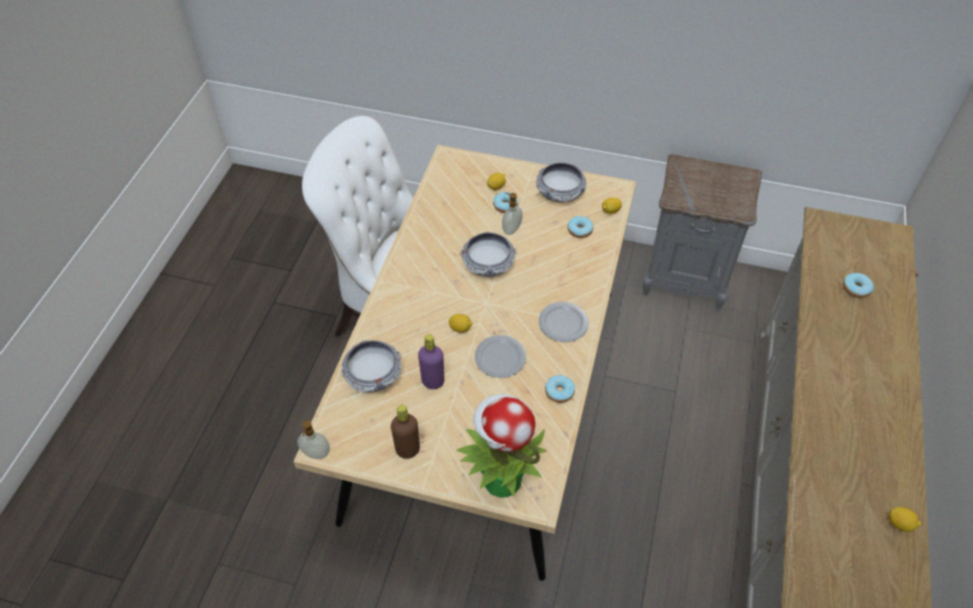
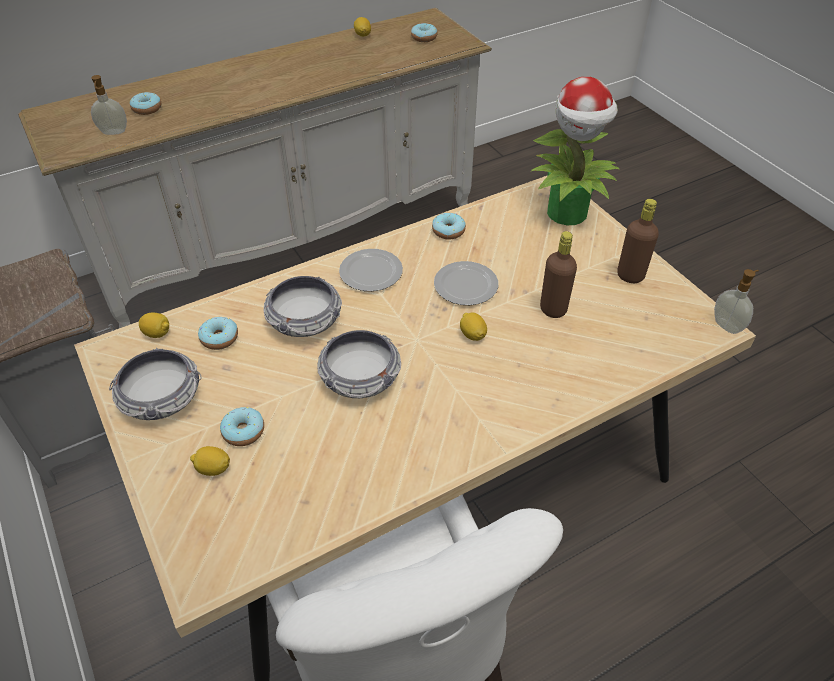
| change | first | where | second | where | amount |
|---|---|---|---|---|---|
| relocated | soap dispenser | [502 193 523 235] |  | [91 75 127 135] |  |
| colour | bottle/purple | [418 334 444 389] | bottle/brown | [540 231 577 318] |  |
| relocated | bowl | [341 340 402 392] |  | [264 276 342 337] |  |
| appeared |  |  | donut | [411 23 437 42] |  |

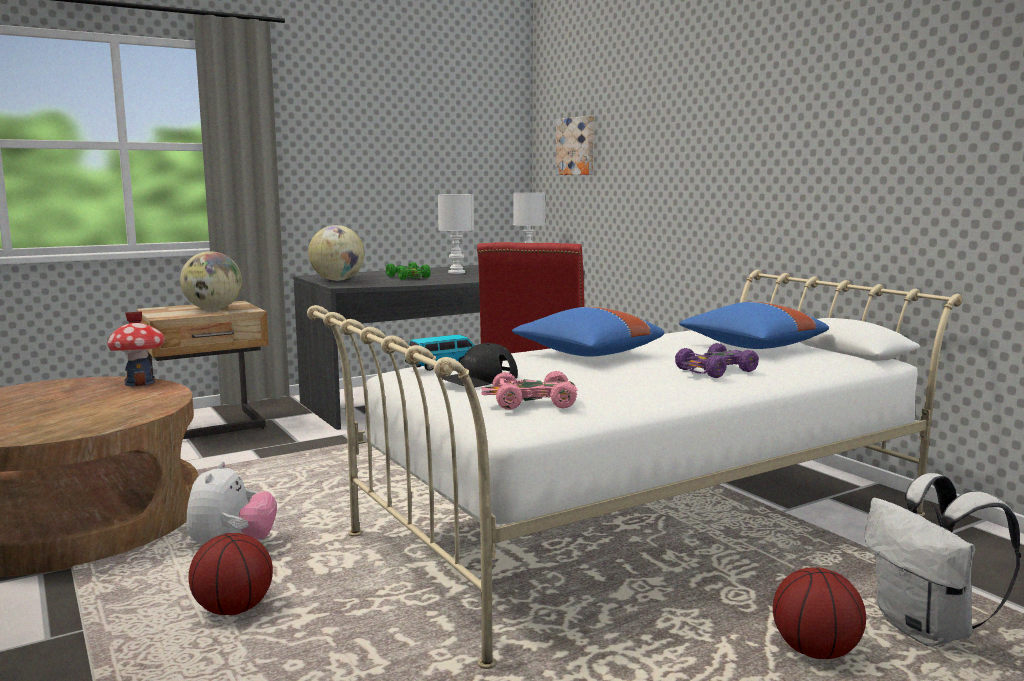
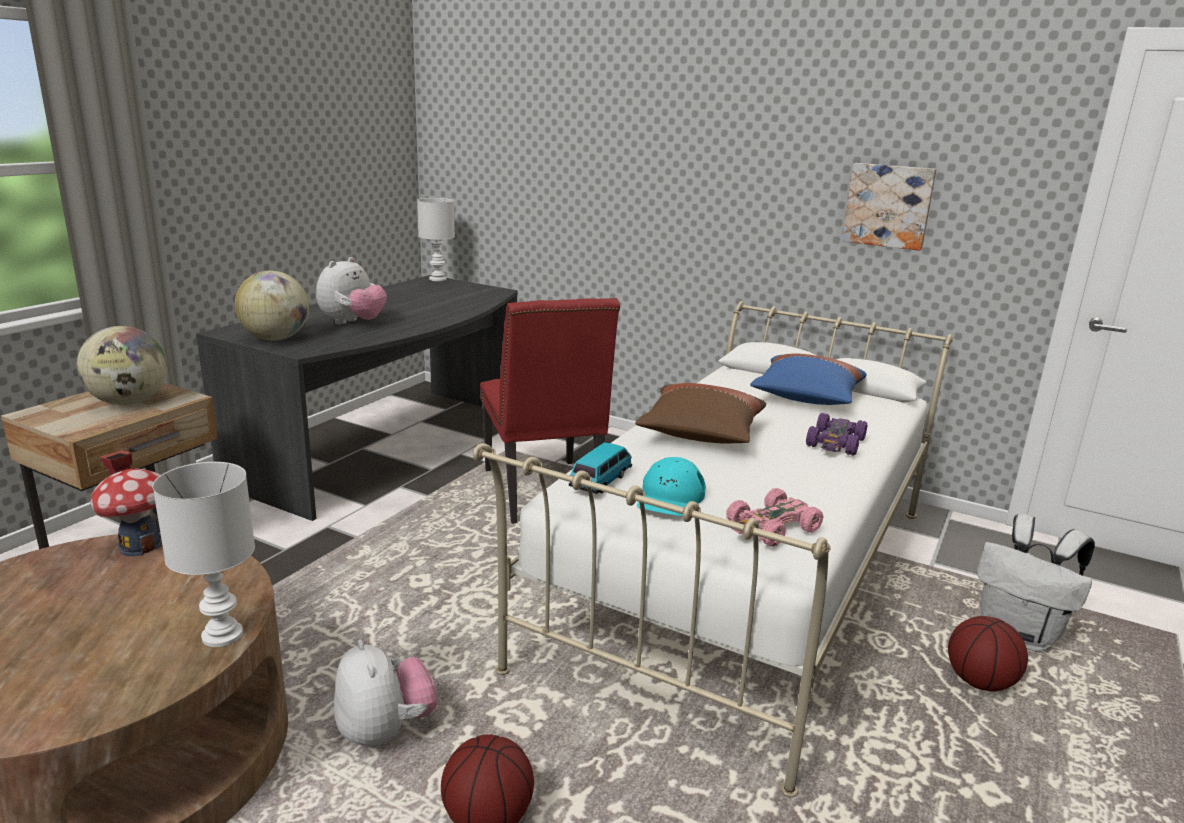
| change | first | where | second | where | amount |
|---|---|---|---|---|---|
| relocated | picture | [556 116 594 175] |  | [842 163 937 251] |  |
| relocated | table lamp/white | [438 194 474 274] |  | [152 462 255 647] |  |
| exchanged | toy car/green | [386 262 431 279] | plush toy | [316 257 387 325] |  |
| colour | pillow/blue | [512 307 665 356] | pillow/brown | [635 383 766 443] |  |
| colour | cap/black | [442 343 518 388] | cap/turquoise | [637 457 706 517] |  |

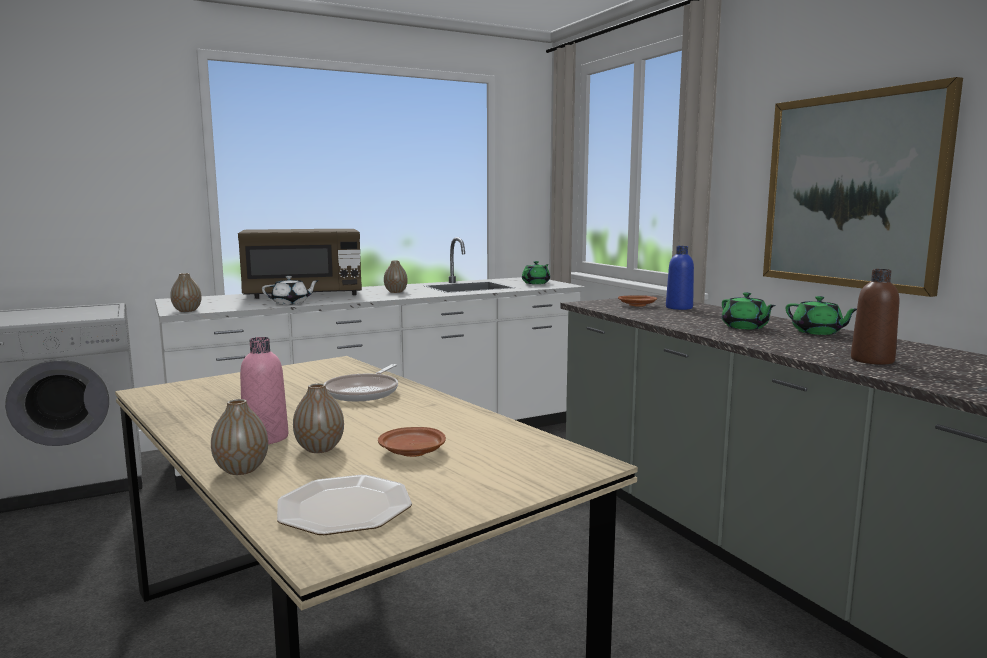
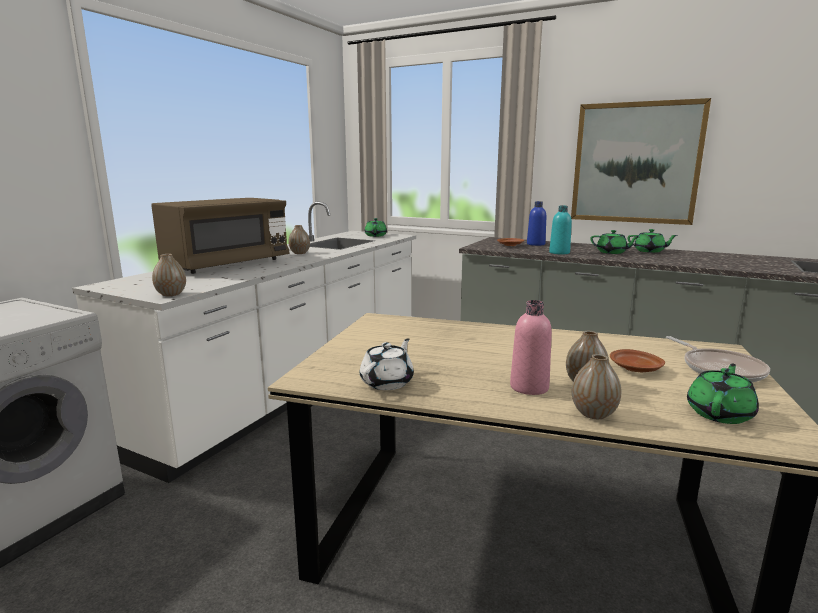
| change | first | where | second | where | amount |
|---|---|---|---|---|---|
| missing | bottle/brown | [851 269 899 365] |  |  |  |
| relocated | teapot/white | [262 276 319 305] |  | [360 338 414 390] |  |
| relocated | frying pan | [324 364 398 401] |  | [666 336 770 383] |  |
| exchanged | plate | [277 475 412 535] | teapot/green | [687 363 759 424] |  |
| appeared |  |  | bottle/turquoise | [549 205 572 255] |  |

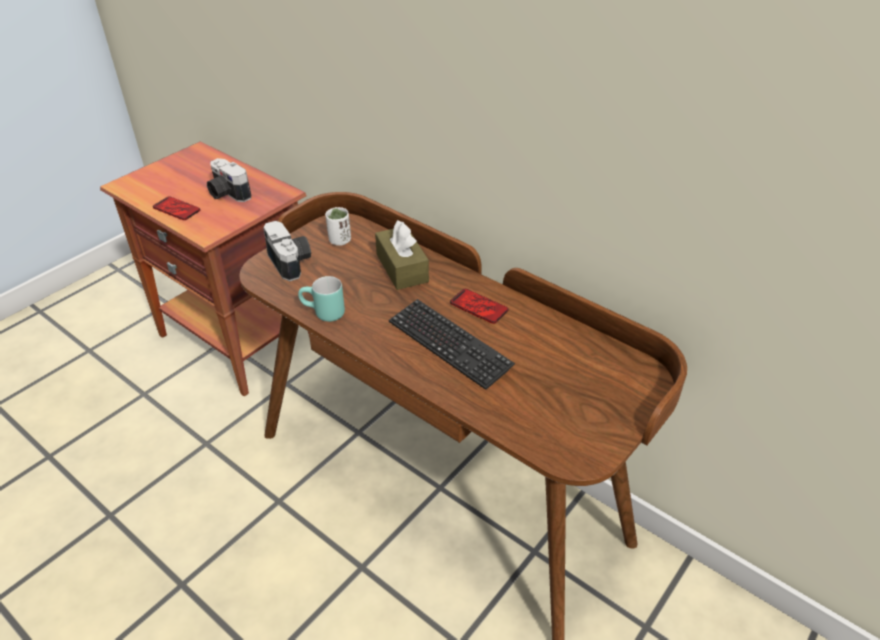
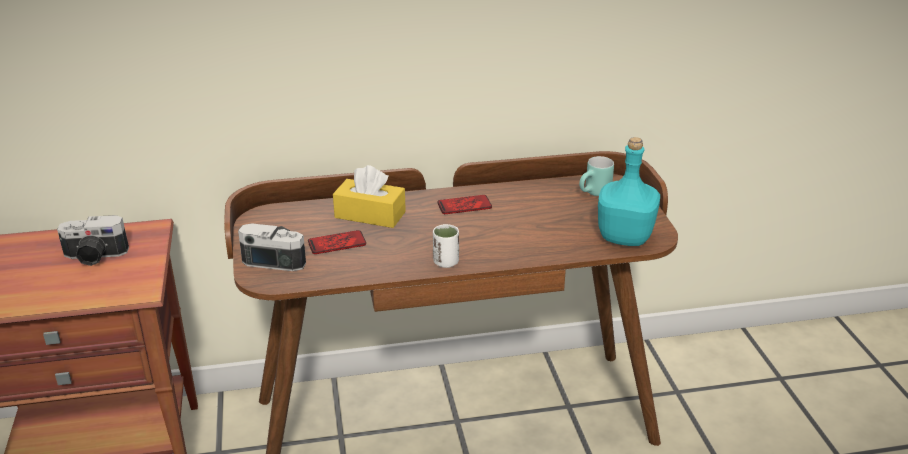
| change | first | where | second | where | amount |
|---|---|---|---|---|---|
| relocated | phone | [153 196 200 220] |  | [308 230 366 254] |  |
| relocated | cup/white | [325 207 351 246] |  | [433 224 459 268] |  |
| colour | tissue box/brown | [375 220 429 290] | tissue box/yellow | [333 165 406 228] |  |
| relocated | mug/turquoise | [298 276 345 322] |  | [579 156 614 196] |  |
| missing | keyboard | [389 299 515 390] |  |  |  |
| appeared |  |  | bottle/turquoise | [598 137 660 246] |  |

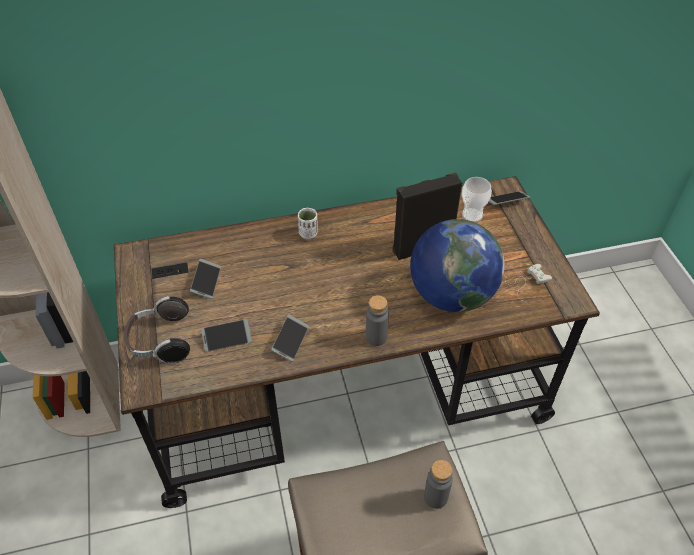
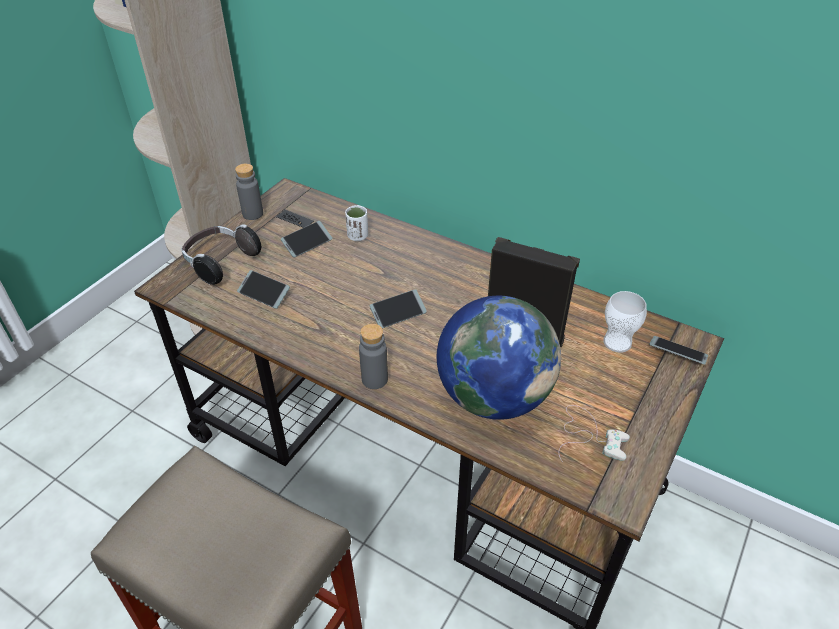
| change | first | where | second | where | amount |
|---|---|---|---|---|---|
| relocated | cup/white | [298 208 318 239] |  | [345 205 368 241] |  |
| relocated | phone | [271 315 309 362] |  | [370 290 427 328] |  |
| relocated | bottle/grey | [424 460 453 509] |  | [235 164 263 220] |  |

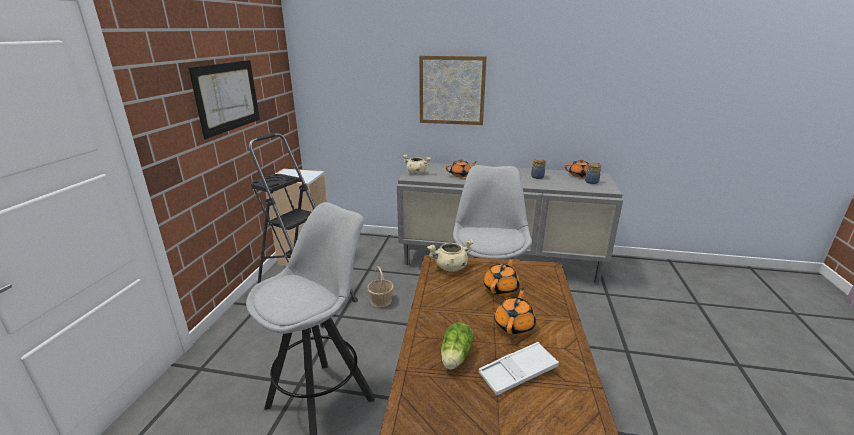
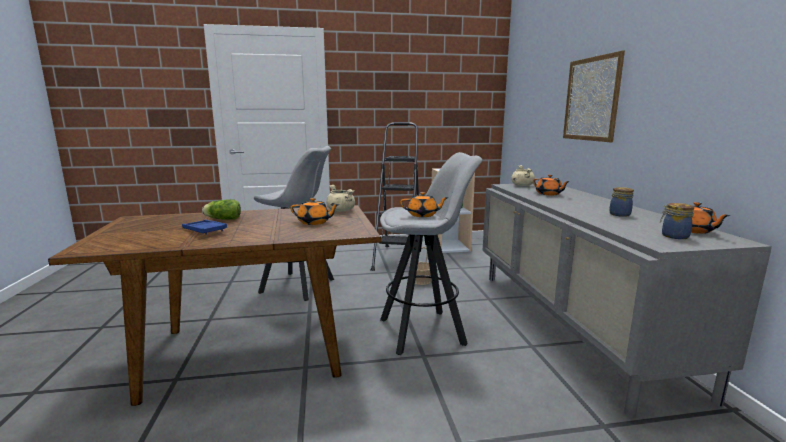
| change | first | where | second | where | amount |
|---|---|---|---|---|---|
| missing | picture | [189 60 260 139] |  |  |  |
| relocated | teapot/orange | [494 287 536 335] |  | [400 192 449 217] |  |
| colour | tray/white | [478 342 559 396] | tray/blue | [182 220 227 235] |  |

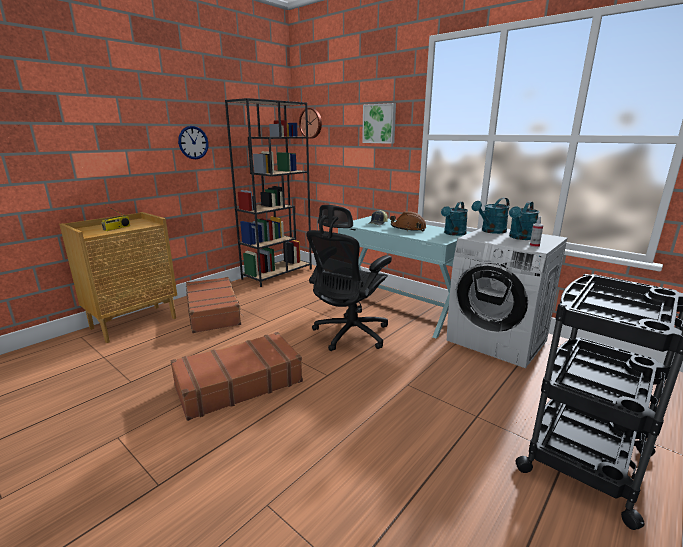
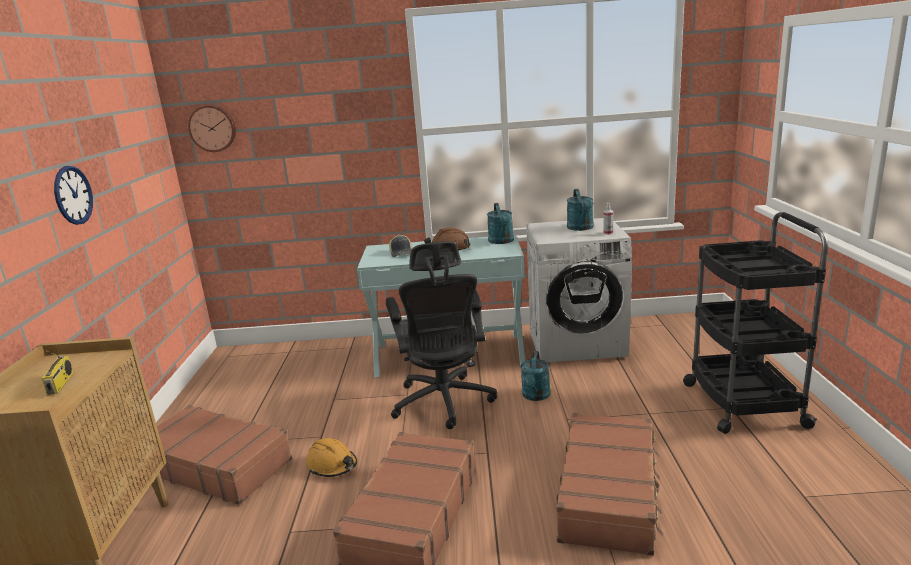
| change | first | where | second | where | amount |
|---|---|---|---|---|---|
| missing | bookcase | [225 98 312 287] |  |  |  |
| missing | picture | [362 103 396 144] |  |  |  |
| relocated | watering can/turquoise | [472 198 509 234] |  | [521 351 551 401] |  |
| appeared |  |  | suitcase/brown | [556 413 663 556] |  |
| appeared |  |  | hard hat/orange | [306 438 357 477] |  |

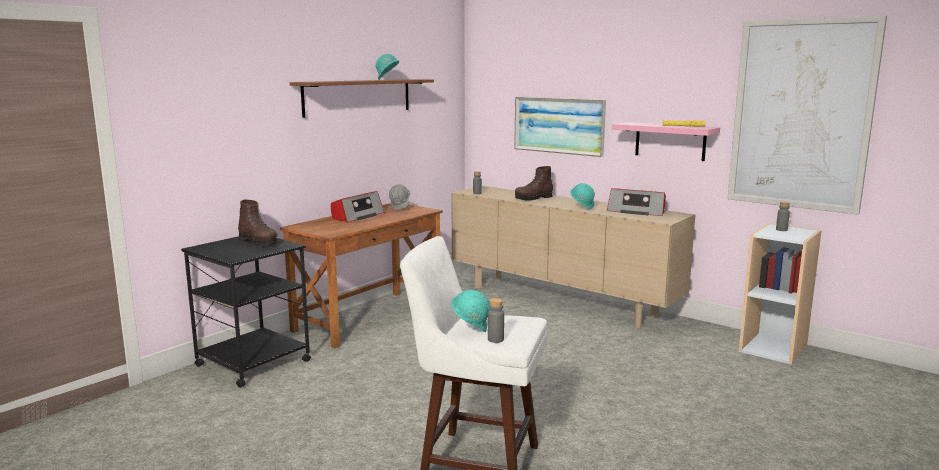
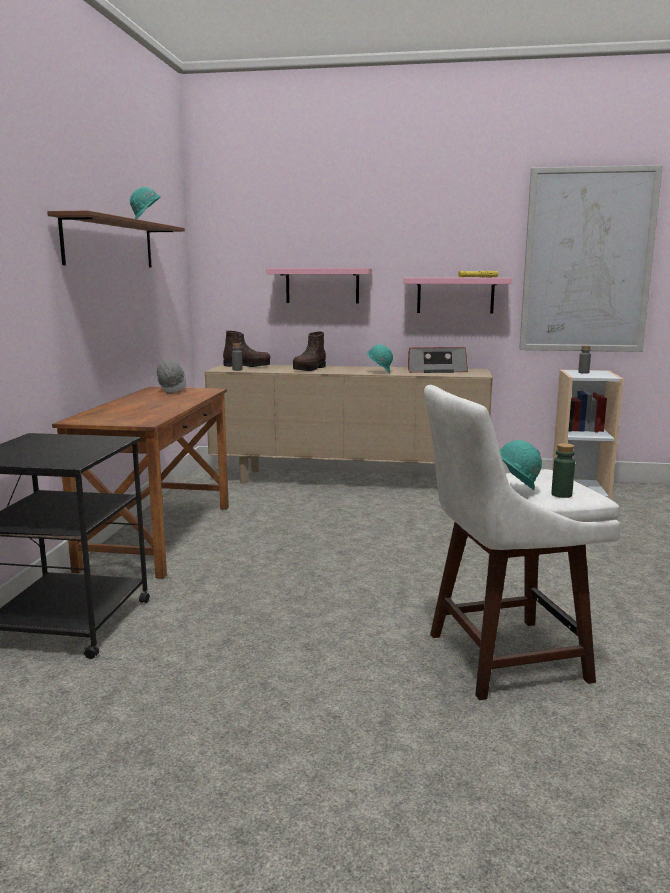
| change | first | where | second | where | amount |
|---|---|---|---|---|---|
| exchanged | picture | [514 97 606 157] | shelf/pink | [266 268 372 303] |  |
| missing | radio | [331 191 384 222] |  |  |  |
| relocated | boot/brown | [238 200 277 245] |  | [223 331 270 367] |  |
| colour | bottle/grey | [488 298 504 343] | bottle/green | [551 443 575 498] |  |

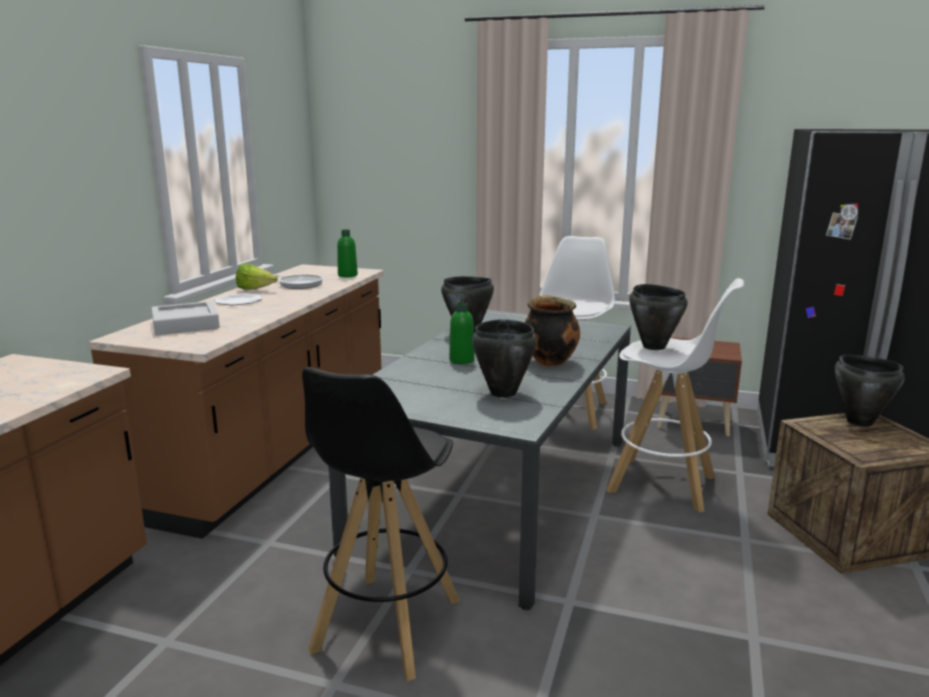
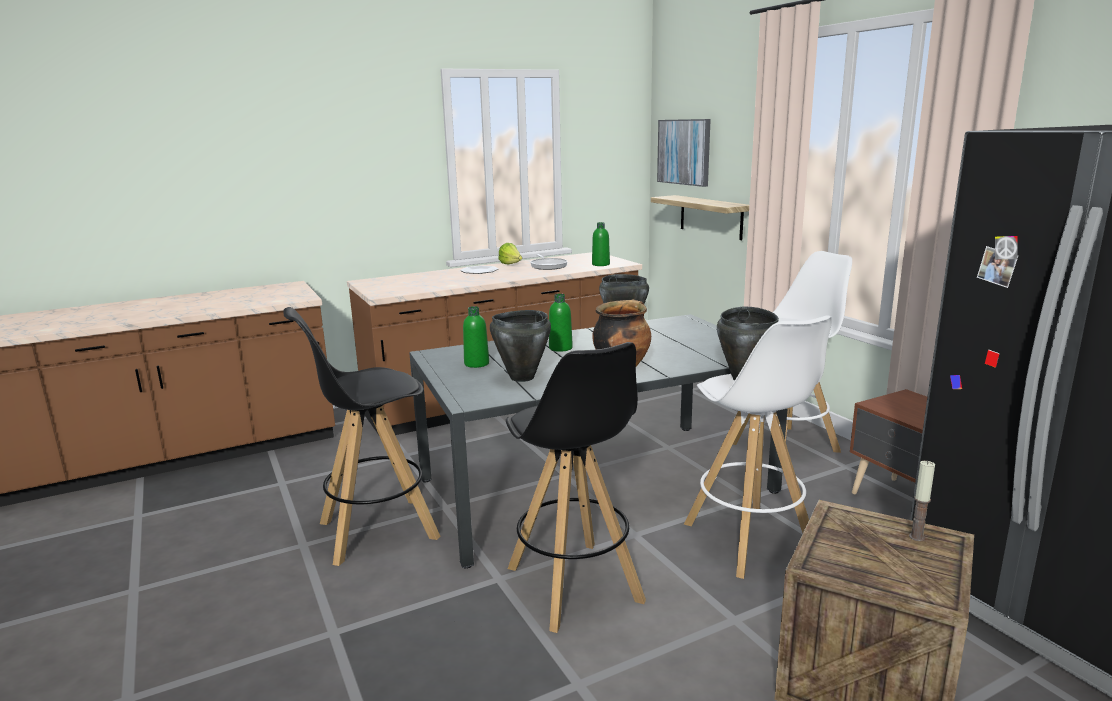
| change | first | where | second | where | amount |
|---|---|---|---|---|---|
| missing | tray/grey | [151 301 220 335] |  |  |  |
| exchanged | cooking pot/black | [835 355 905 427] | candle | [909 461 935 541] |  |
| appeared |  |  | picture | [657 119 711 187] |  |
| appeared |  |  | shelf | [651 195 749 240] |  |
| appeared |  |  | bottle/green | [463 306 489 368] |  |
| appeared |  |  | stool/black | [506 342 646 633] |  |

